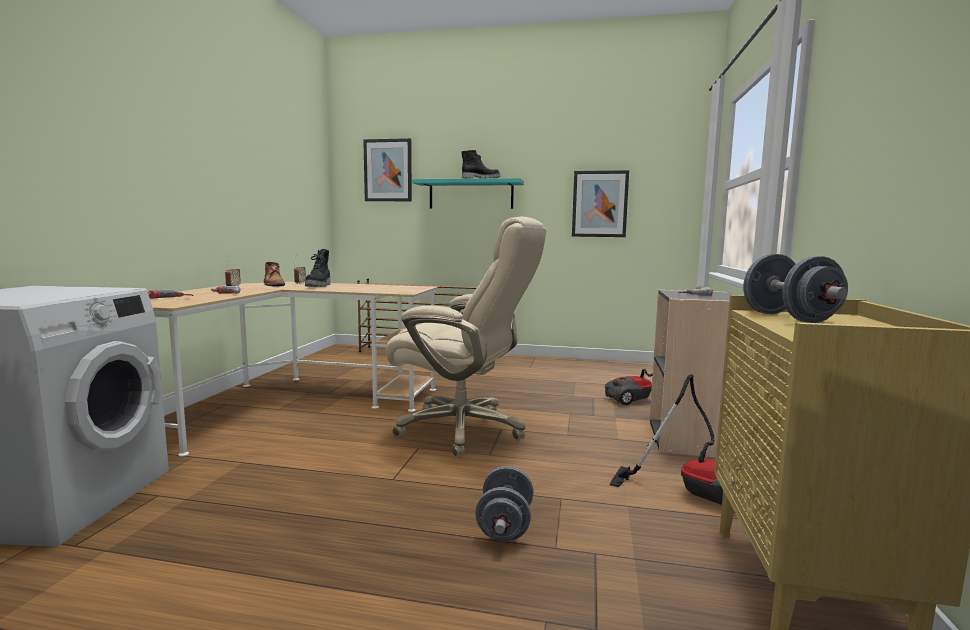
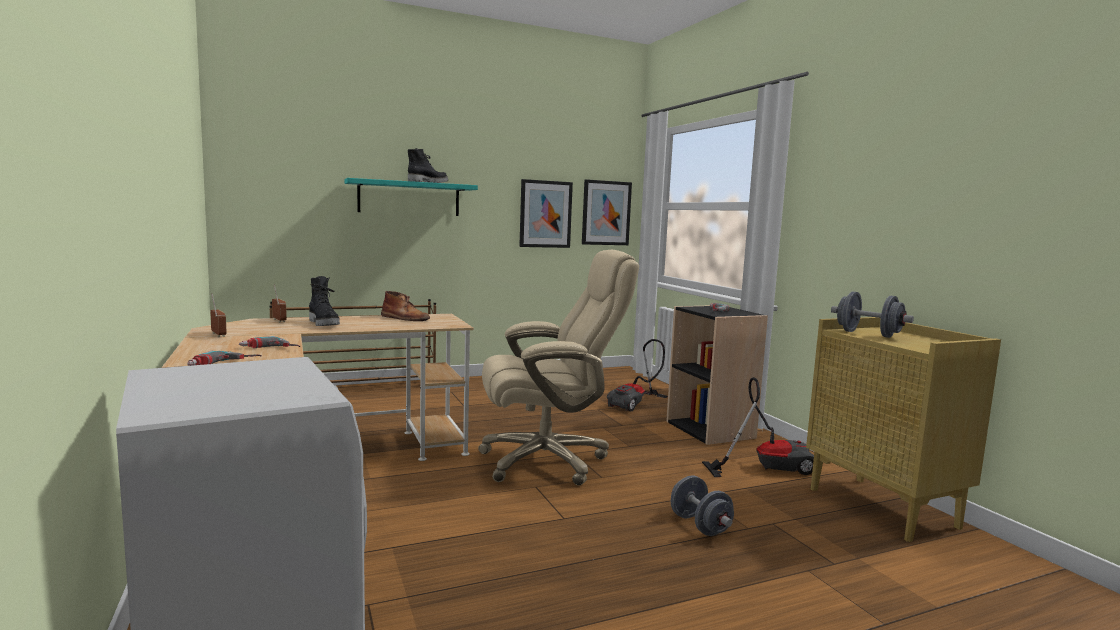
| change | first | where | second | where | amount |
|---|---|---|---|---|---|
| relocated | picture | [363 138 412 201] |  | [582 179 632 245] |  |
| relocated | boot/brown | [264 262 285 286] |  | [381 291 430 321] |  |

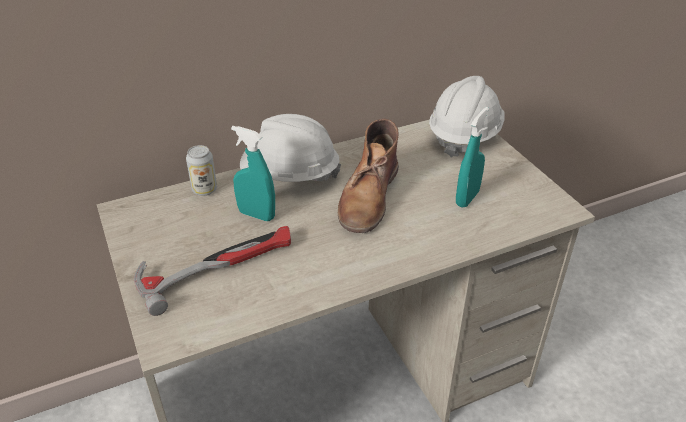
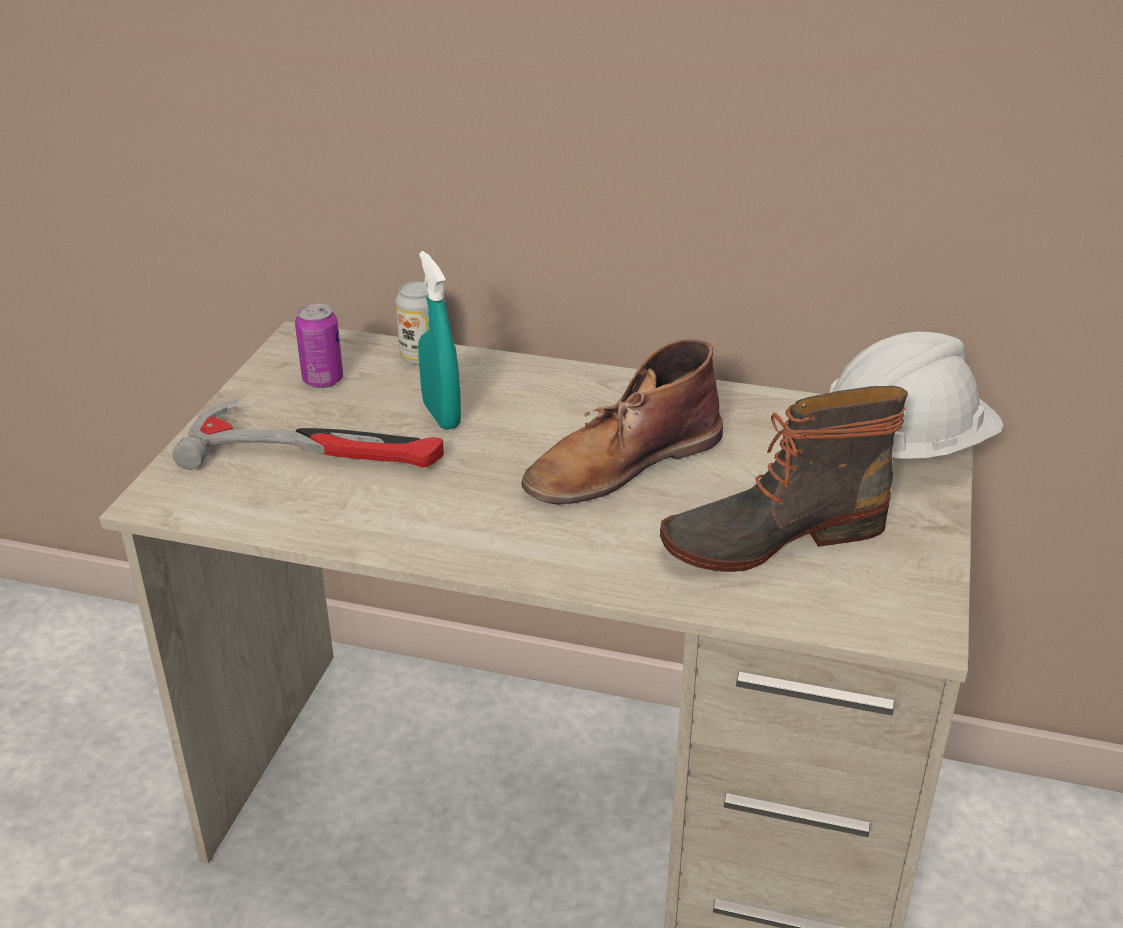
| change | first | where | second | where | amount |
|---|---|---|---|---|---|
| exchanged | spray bottle/turquoise | [456 107 489 208] | boot | [660 386 908 572] |  |
| missing | hard hat/white | [240 114 341 182] |  |  |  |
| appeared |  |  | can | [295 303 343 388] |  |

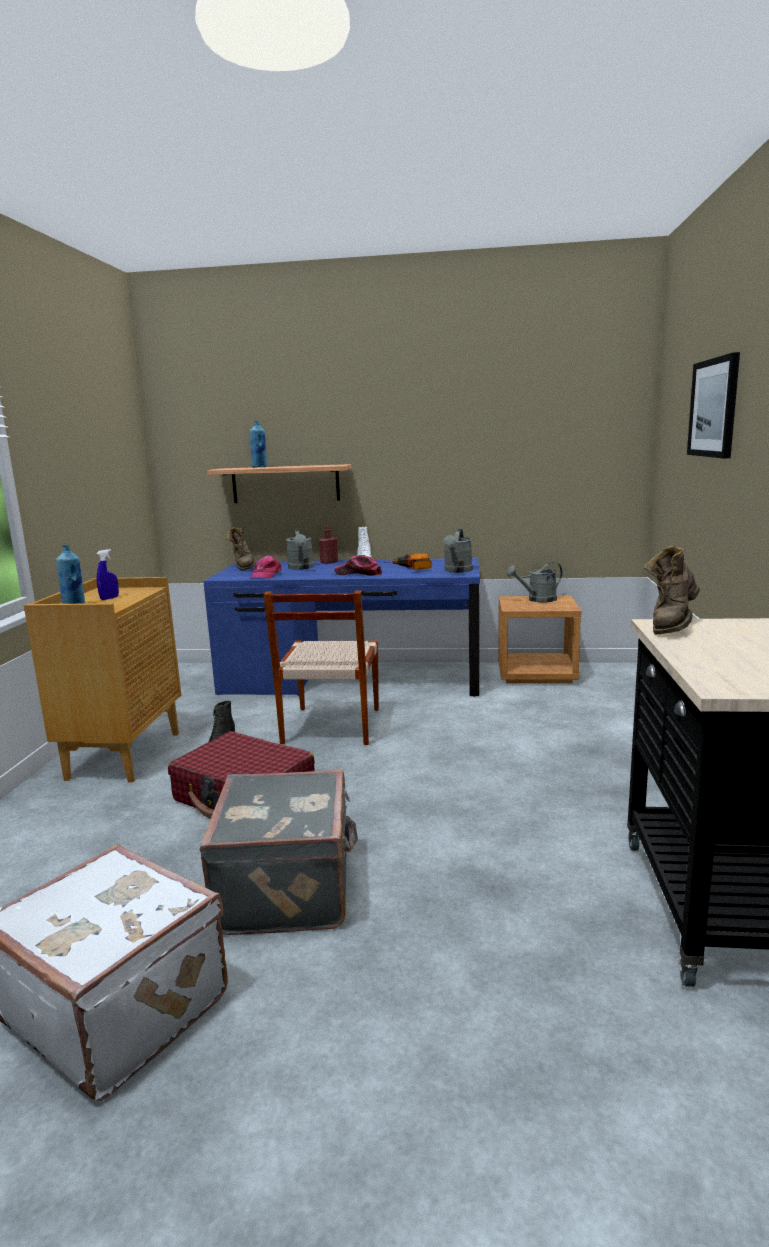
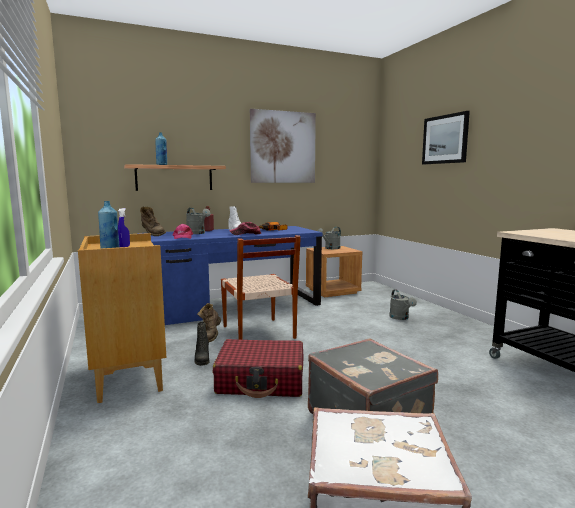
| change | first | where | second | where | amount |
|---|---|---|---|---|---|
| relocated | watering can/grey | [443 529 473 573] |  | [389 289 417 320] |  |
| relocated | boot/brown | [644 545 700 634] |  | [197 303 221 342] |  |
| appeared |  |  | picture | [250 109 316 183] |  |

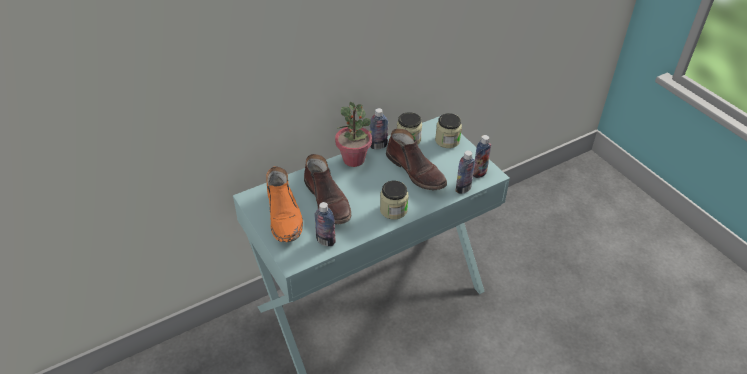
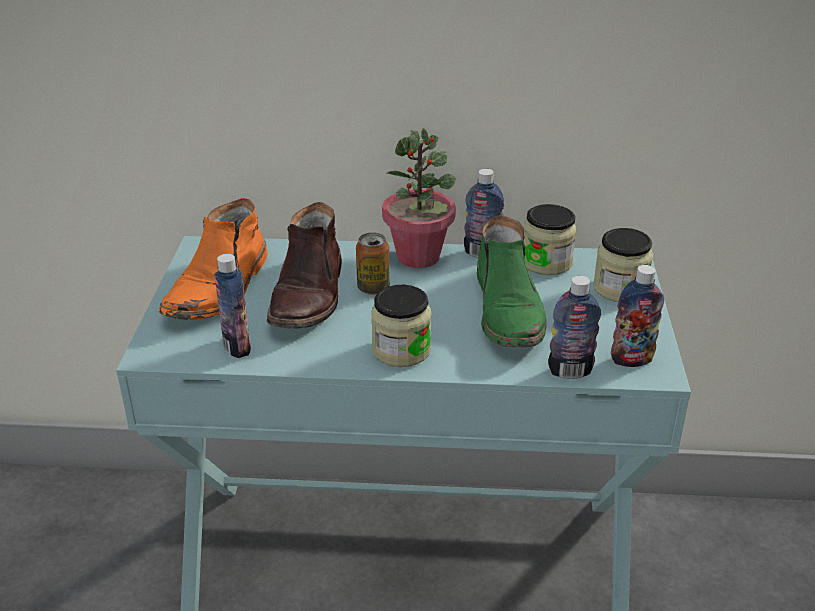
| change | first | where | second | where | amount |
|---|---|---|---|---|---|
| colour | boot/brown | [386 129 447 190] | boot/green | [477 216 546 347] |  |
| appeared |  |  | can | [356 232 390 295] |  |

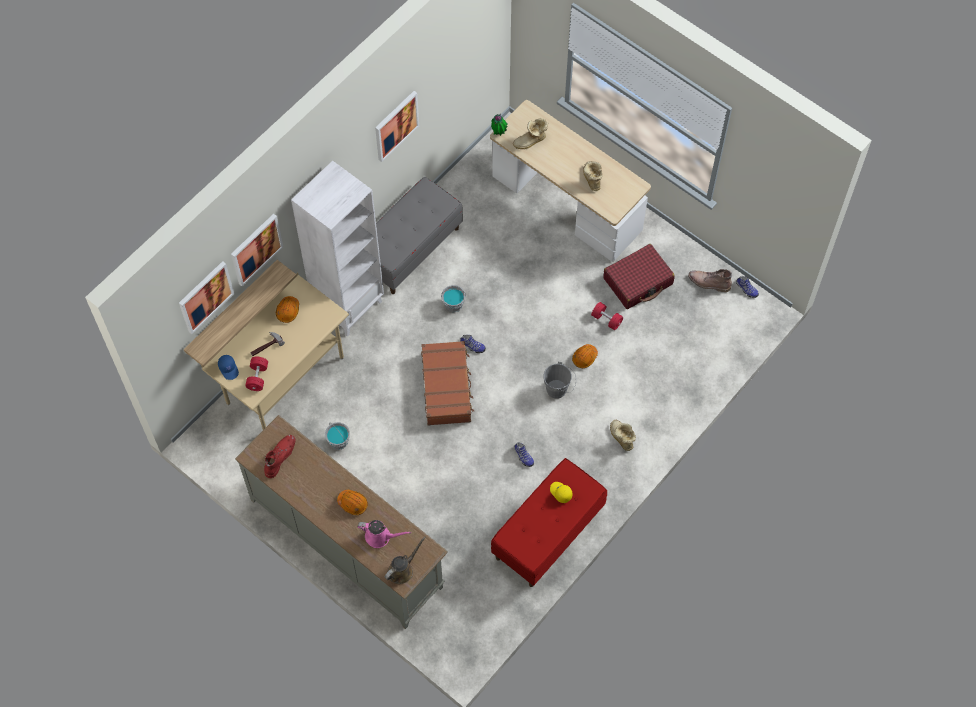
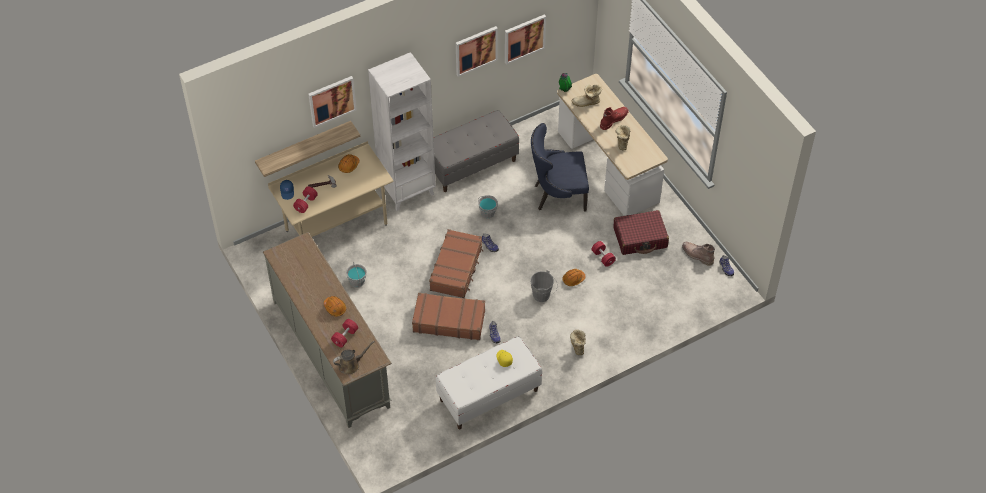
| change | first | where | second | where | amount |
|---|---|---|---|---|---|
| relocated | picture | [179 261 234 334] |  | [505 14 546 65] |  |
| relocated | boot/red | [264 435 296 478] |  | [600 107 629 130] |  |
| colour | bench/red | [491 458 607 587] | bench/white | [436 336 542 429] |  |
| exchanged | watering can/pink | [357 520 411 548] | dumbbell/red | [331 319 358 347] |  |
| appeared |  |  | chair/blue | [531 123 589 211] |  |
| appeared |  |  | suitcase/brown | [412 293 485 340] |  |

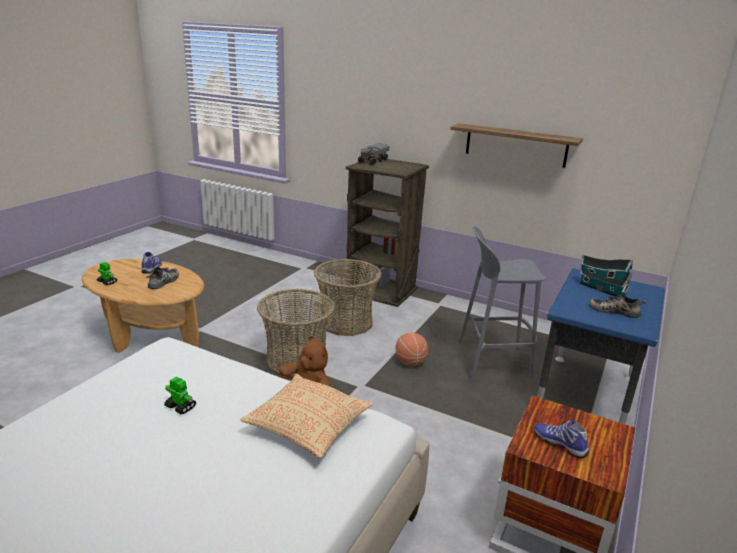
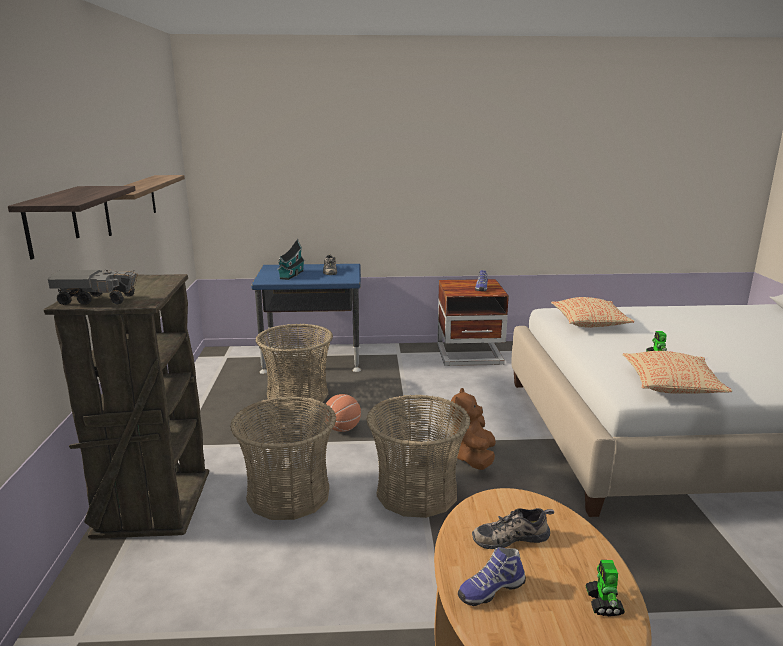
| change | first | where | second | where | amount |
|---|---|---|---|---|---|
| exchanged | stool/grey | [458 226 546 381] | basket | [255 324 333 409] |  |
| appeared |  |  | shelf | [8 186 136 260] |  |
| appeared |  |  | pillow/beige | [623 351 732 394] |  |

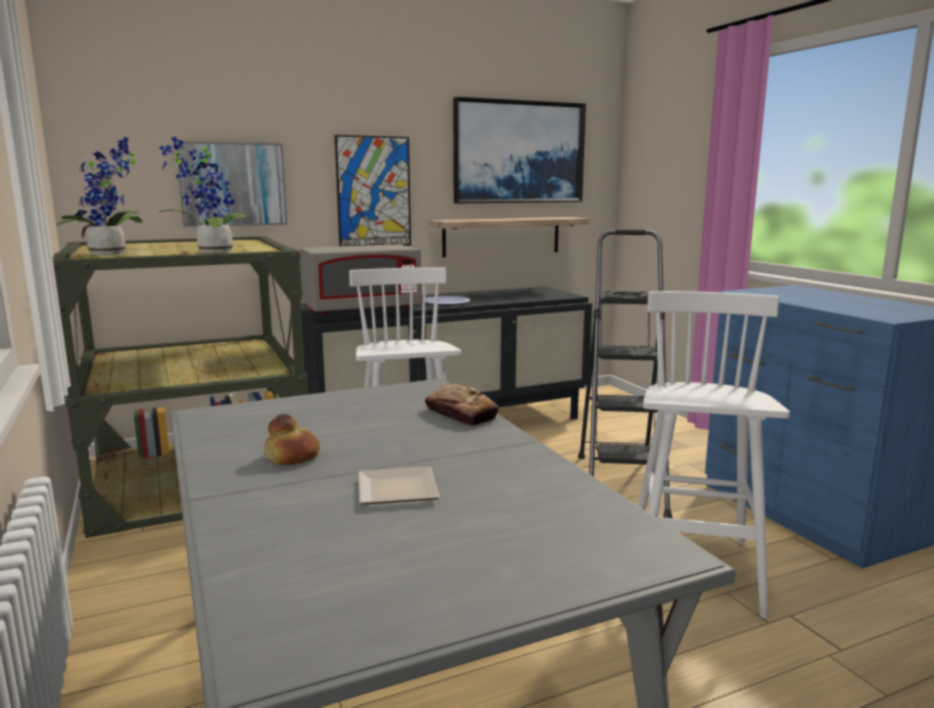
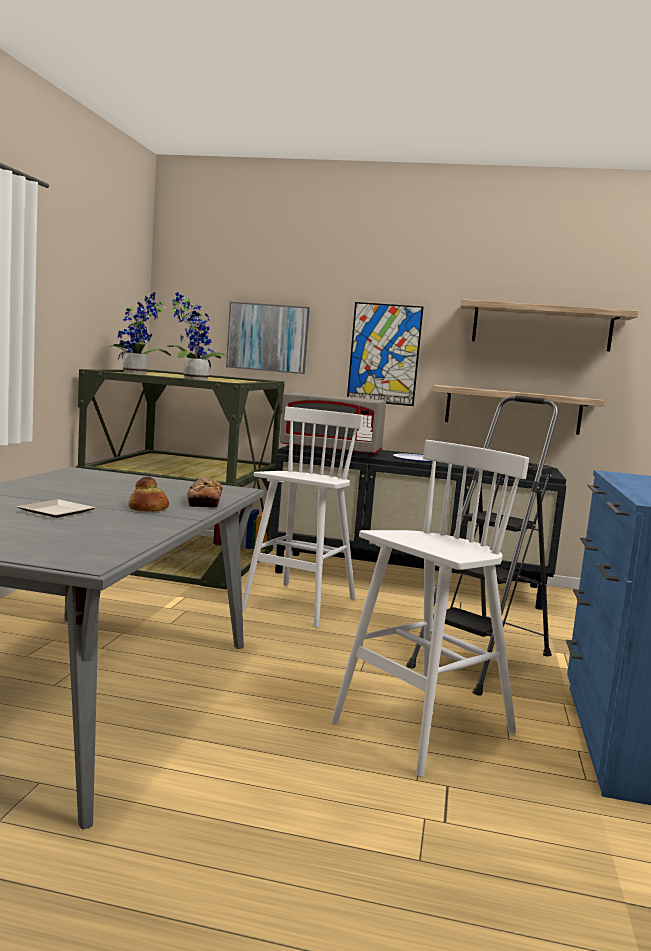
| change | first | where | second | where | amount |
|---|---|---|---|---|---|
| exchanged | picture | [453 97 586 204] | shelf | [461 299 638 351] |  |
| relocated | bread | [264 414 320 465] |  | [129 477 169 512] |  |

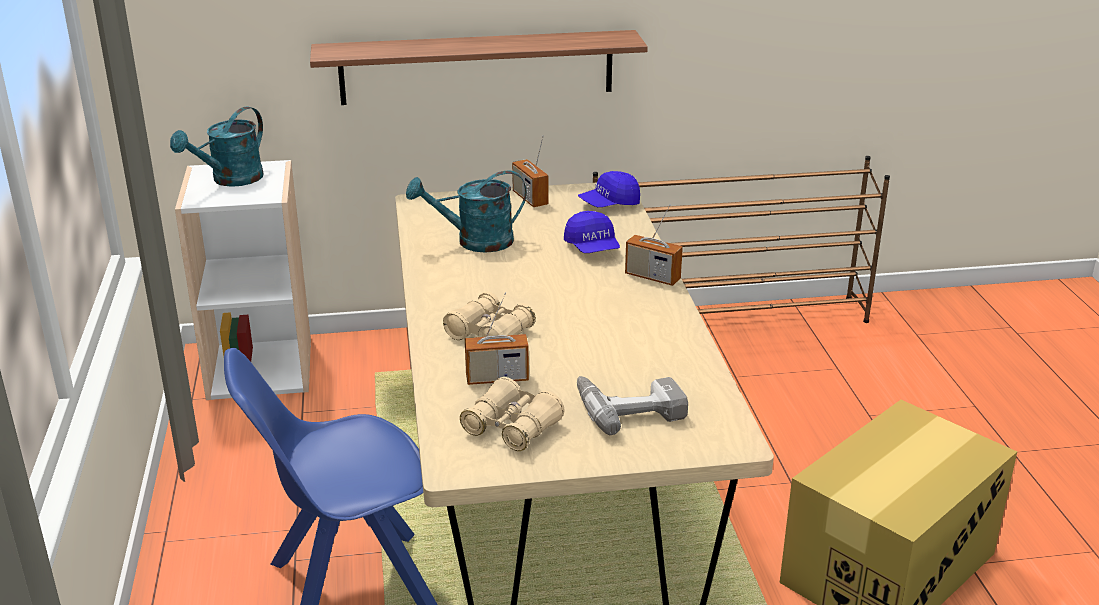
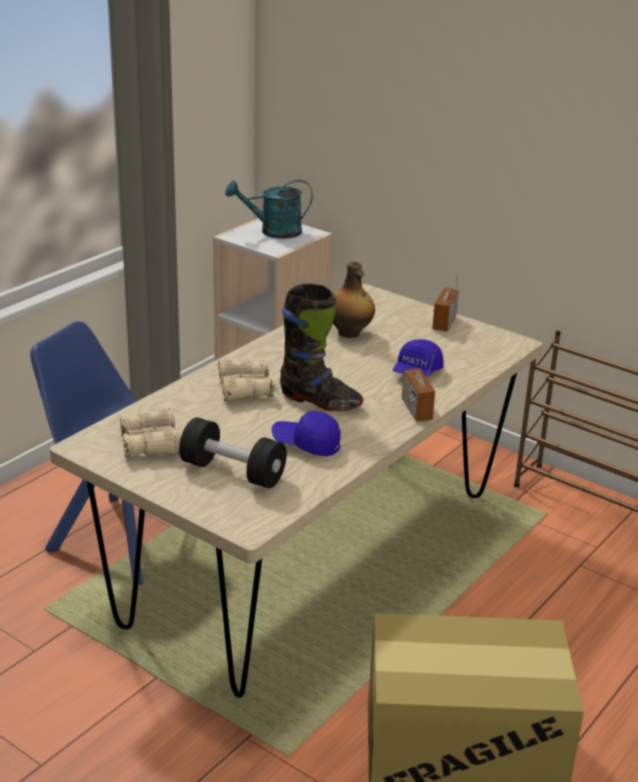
| change | first | where | second | where | amount |
|---|---|---|---|---|---|
| missing | shelf | [310 30 648 105] |  |  |  |
| exchanged | watering can/turquoise | [406 170 527 253] | bottle | [333 261 375 338] |  |
| relocated | cap/blue | [578 171 640 207] |  | [272 411 341 456] |  |
| missing | radio | [465 292 529 385] |  |  |  |
| exchanged | power drill | [577 376 688 435] | dumbbell/black | [179 417 287 488] |  |
| appeared |  |  | boot/black | [280 284 363 411] |  |

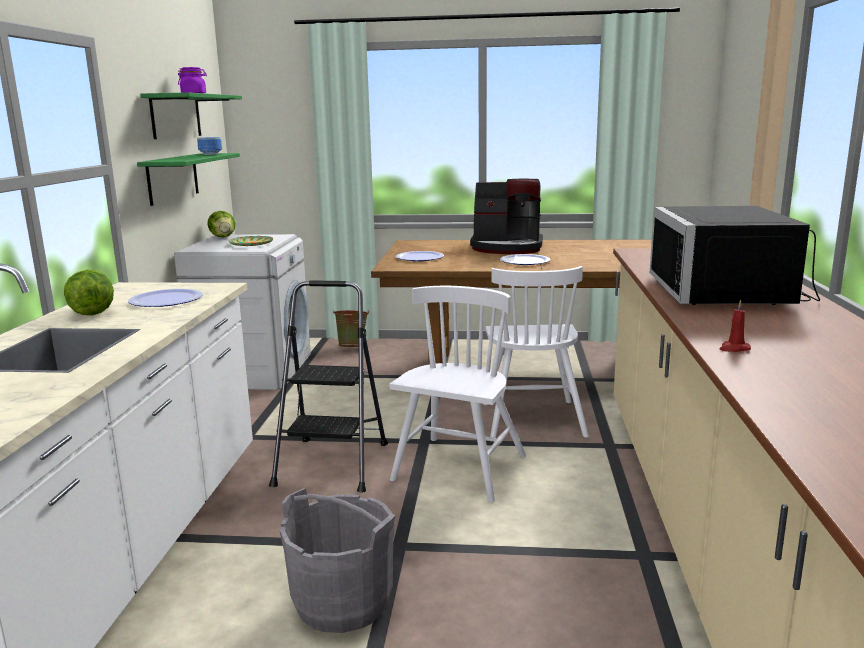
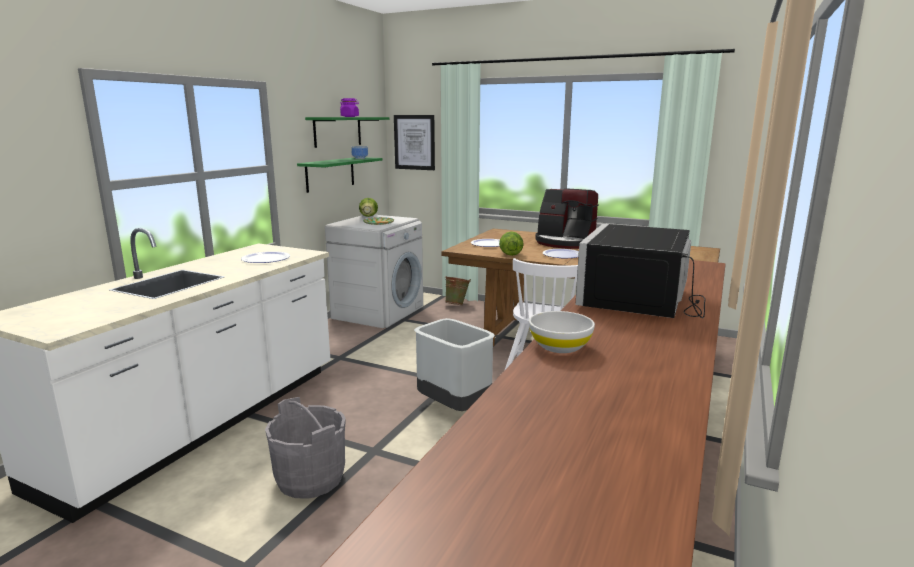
| change | first | where | second | where | amount |
|---|---|---|---|---|---|
| relocated | lettuce | [64 270 114 315] |  | [499 231 524 256] |  |
| missing | step ladder/black | [269 280 388 493] |  |  |  |
| exchanged | chair/white | [390 286 526 502] | trash can/grey | [414 318 495 411] |  |
| exchanged | candle/red | [719 300 751 352] | bowl/white | [529 311 595 353] |  |
| appeared |  |  | picture | [394 115 435 170] |  |

